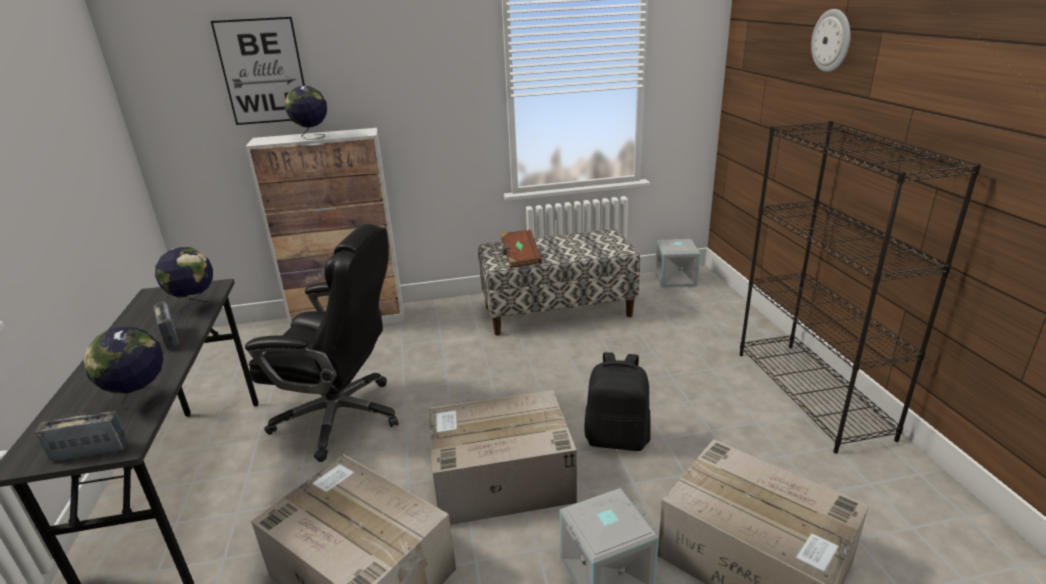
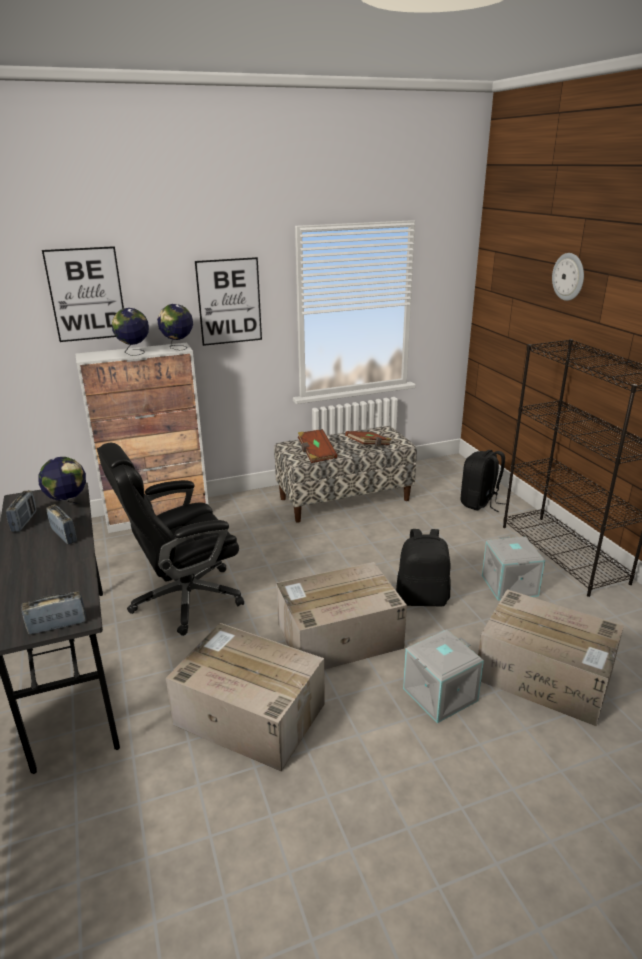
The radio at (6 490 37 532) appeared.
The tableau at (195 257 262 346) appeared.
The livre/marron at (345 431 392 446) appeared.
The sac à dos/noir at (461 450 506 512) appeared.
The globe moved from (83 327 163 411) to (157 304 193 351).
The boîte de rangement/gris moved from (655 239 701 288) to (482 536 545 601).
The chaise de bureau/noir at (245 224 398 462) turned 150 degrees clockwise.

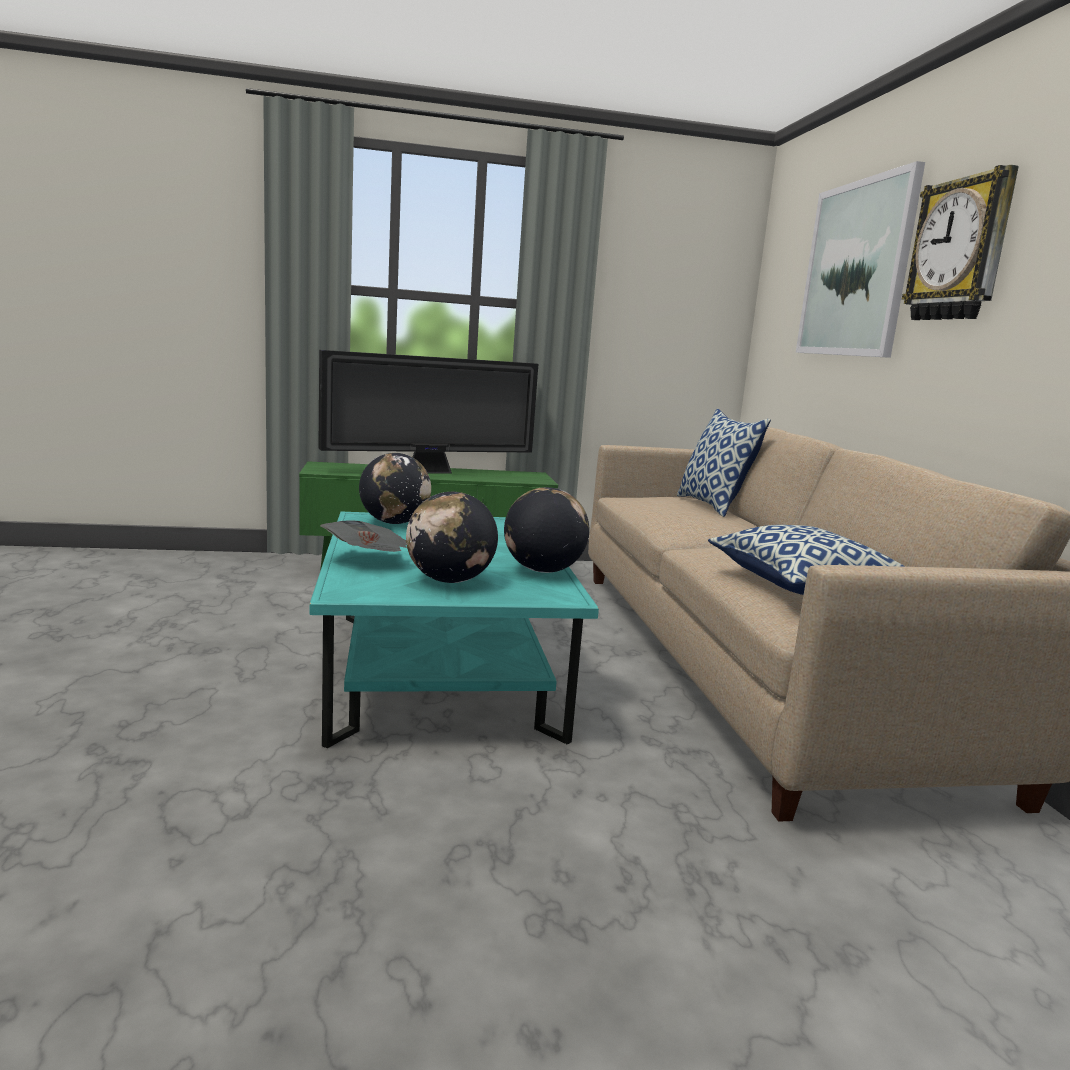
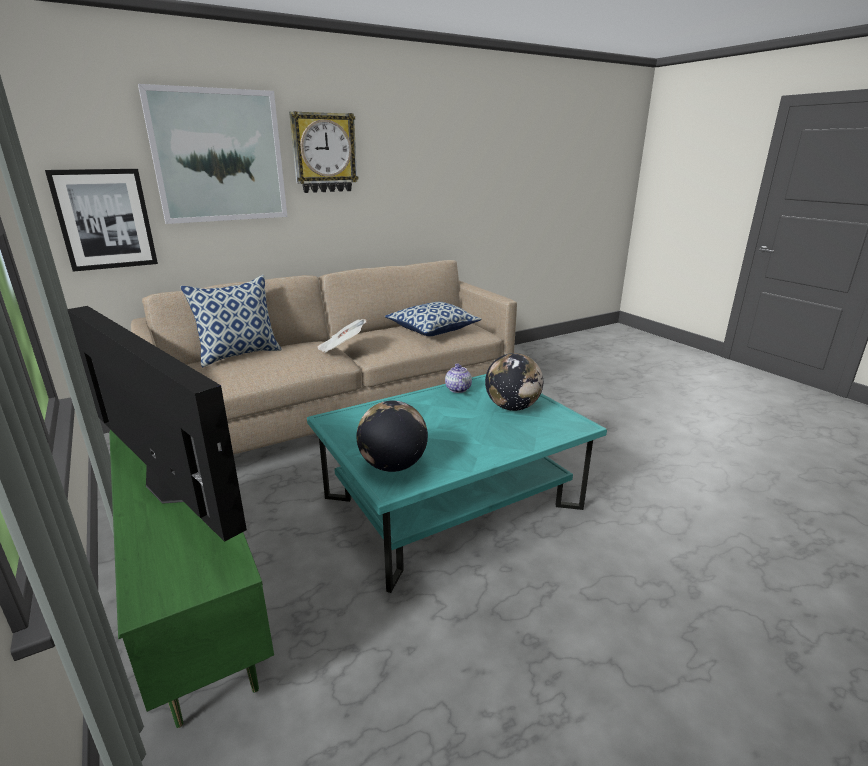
The tableau at (45 169 158 272) appeared.
The journal moved from (320 520 407 552) to (317 319 366 353).
The globe at (504 487 589 573) was replaced by the théière at (445 363 472 393).

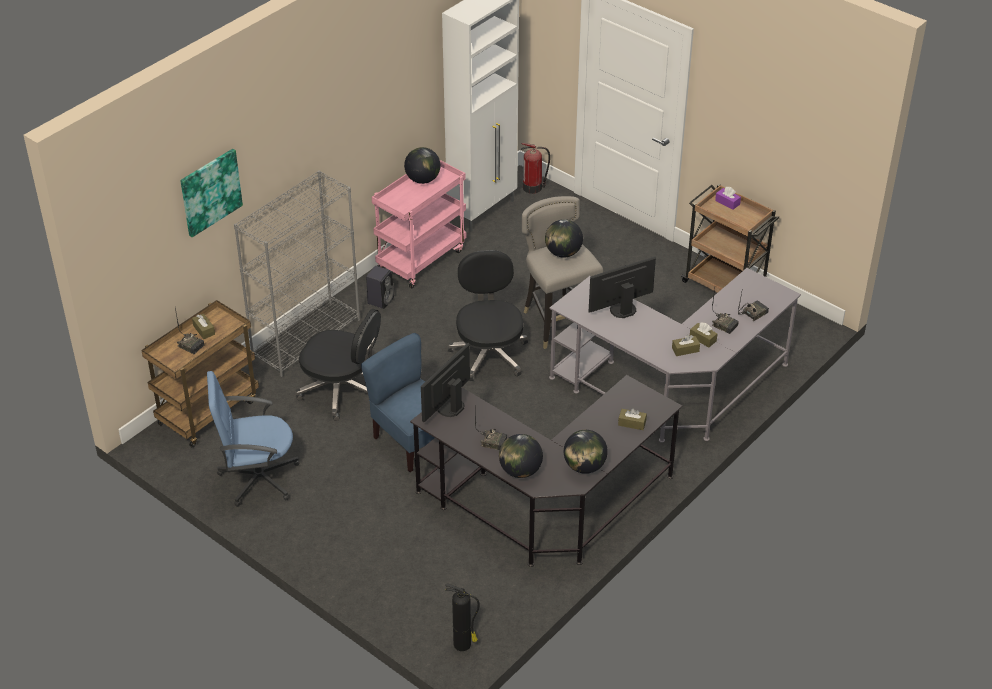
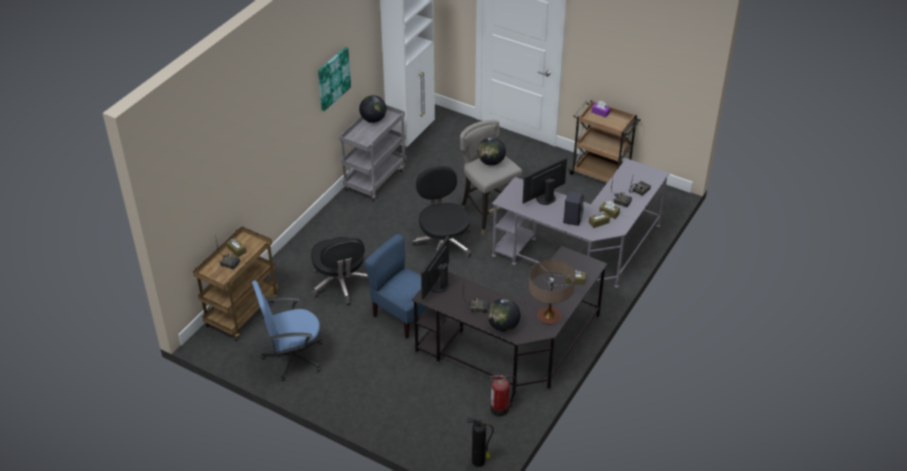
The bibliothèque/gris at (234 171 360 377) disappeared.
The tableau moved from (180 149 243 237) to (318 47 351 111).
The enceinte/noir moved from (366 266 394 309) to (563 191 584 226).
The extincteur moved from (521 143 550 194) to (489 375 517 416).
The globe at (564 430 608 474) was replaced by the lampe de table at (529 260 576 325).
The chariot/rose at (372 160 466 288) became the chariot/gris at (339 105 406 202).
The chaise de bureau/noir at (296 309 381 421) turned 60 degrees clockwise.

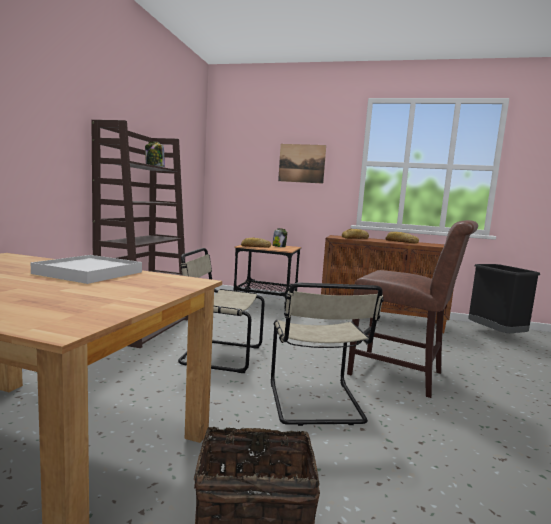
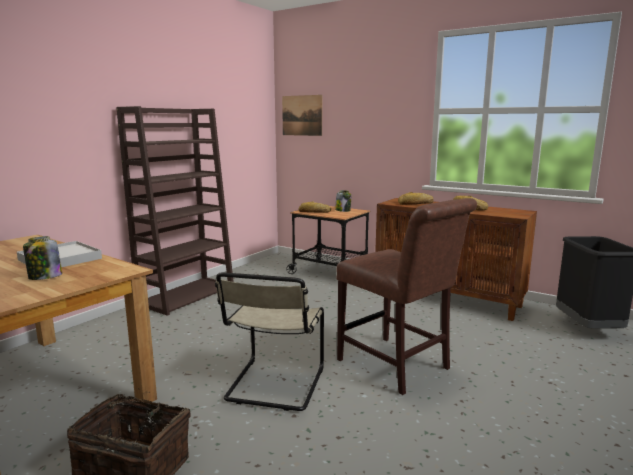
The chaise/beige at (178 248 265 373) disappeared.
The bocal moved from (145 142 165 167) to (23 236 62 280).
The tableau moved from (278 144 326 184) to (282 95 322 136).

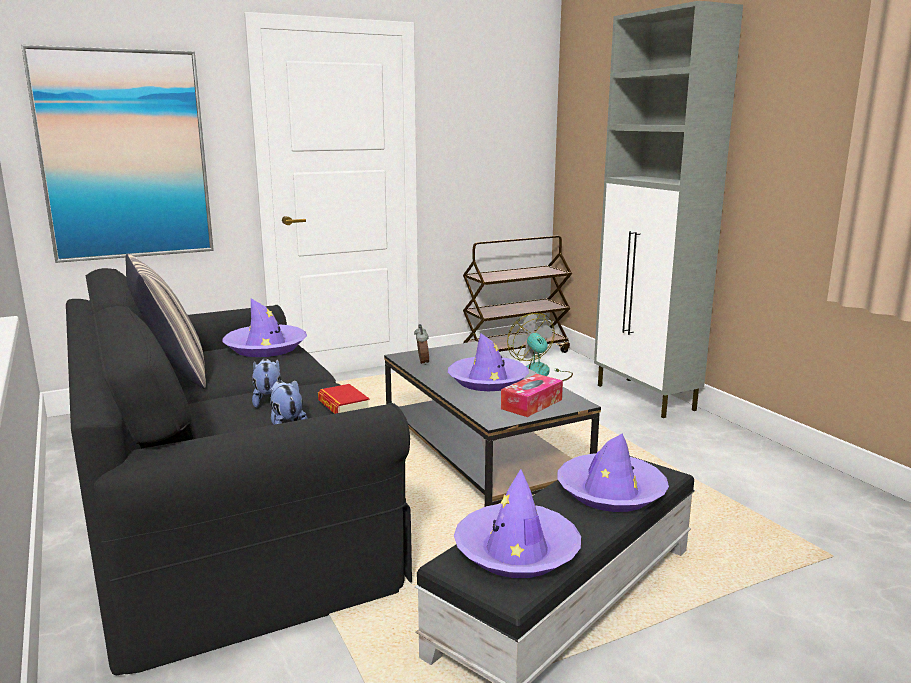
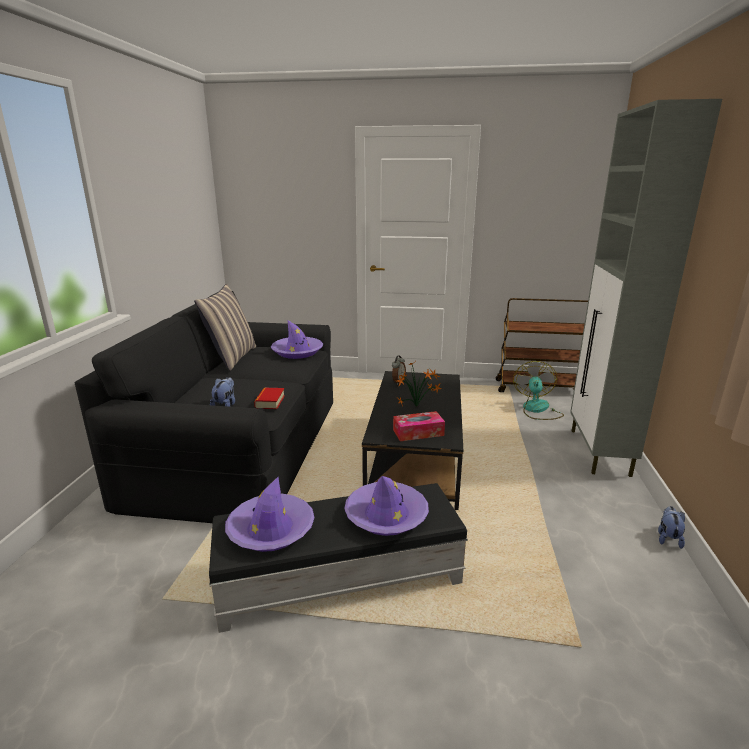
The tableau at (21 45 214 263) disappeared.
The peluche moved from (252 358 281 408) to (658 506 685 549).
The chapeau/violet at (448 333 529 391) was replaced by the plante en pot at (397 362 442 407).

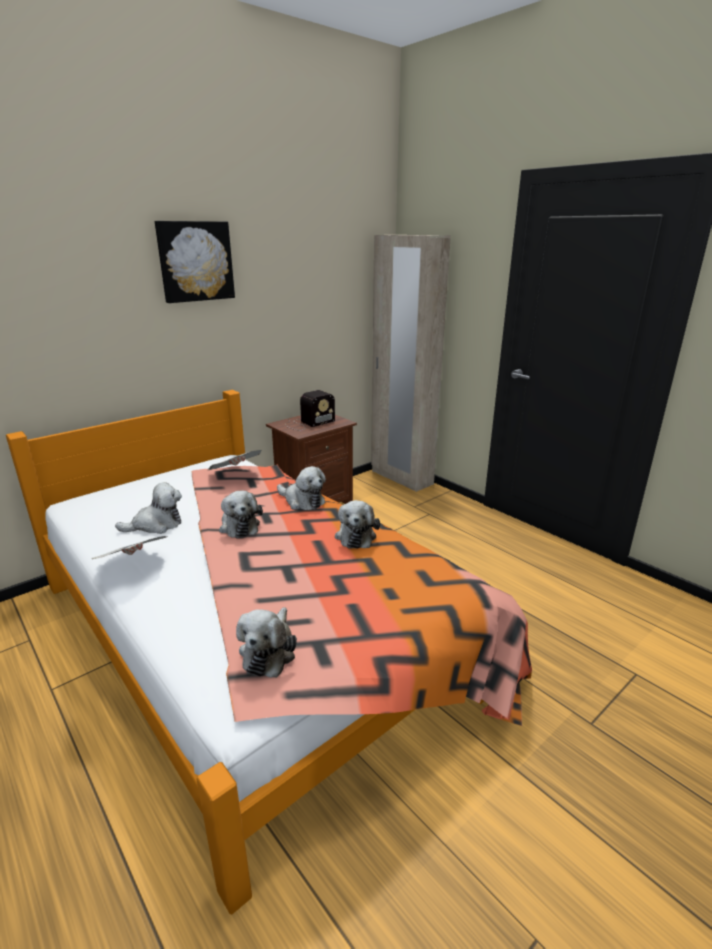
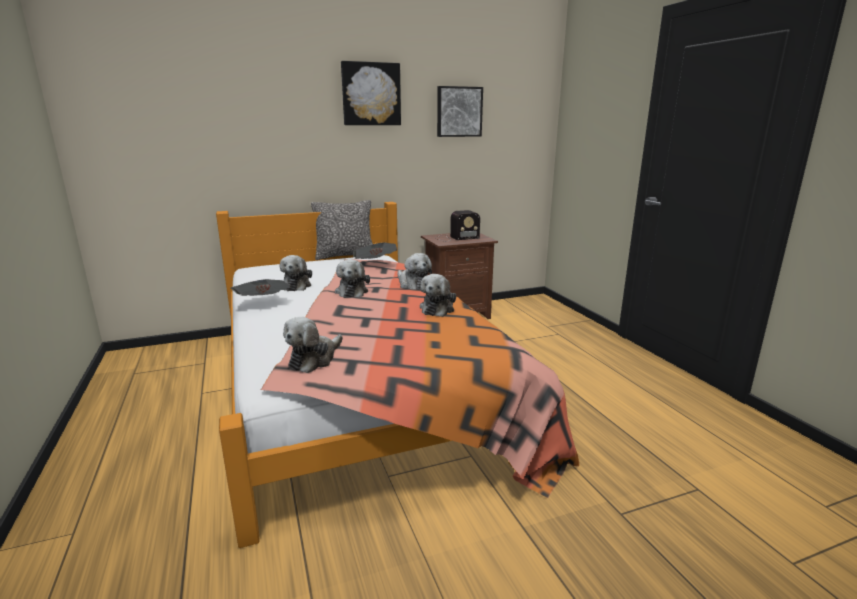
The armoire/beige at (371 235 451 492) disappeared.
The coussin at (311 200 373 260) appeared.
The tableau at (437 86 483 137) appeared.
The peluche at (115 482 182 534) turned 90 degrees clockwise.

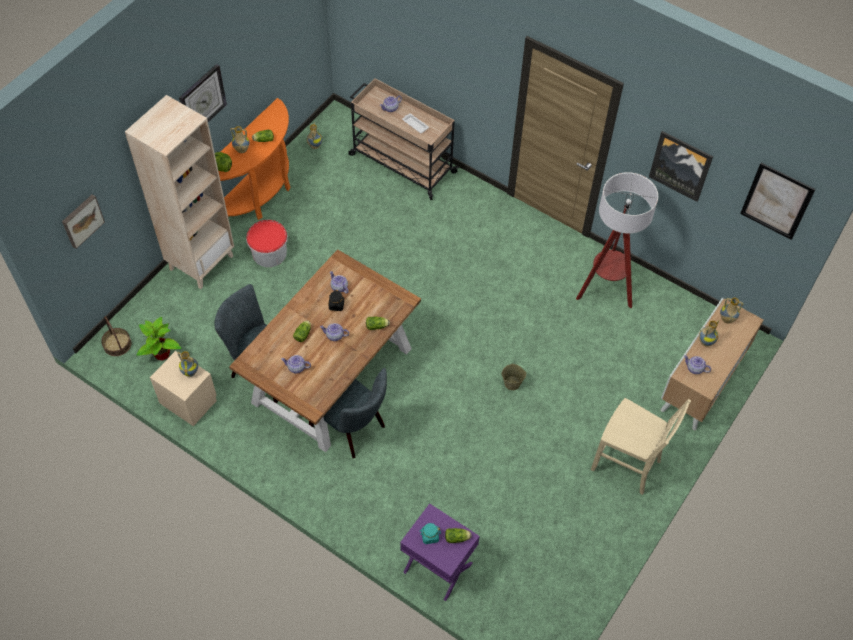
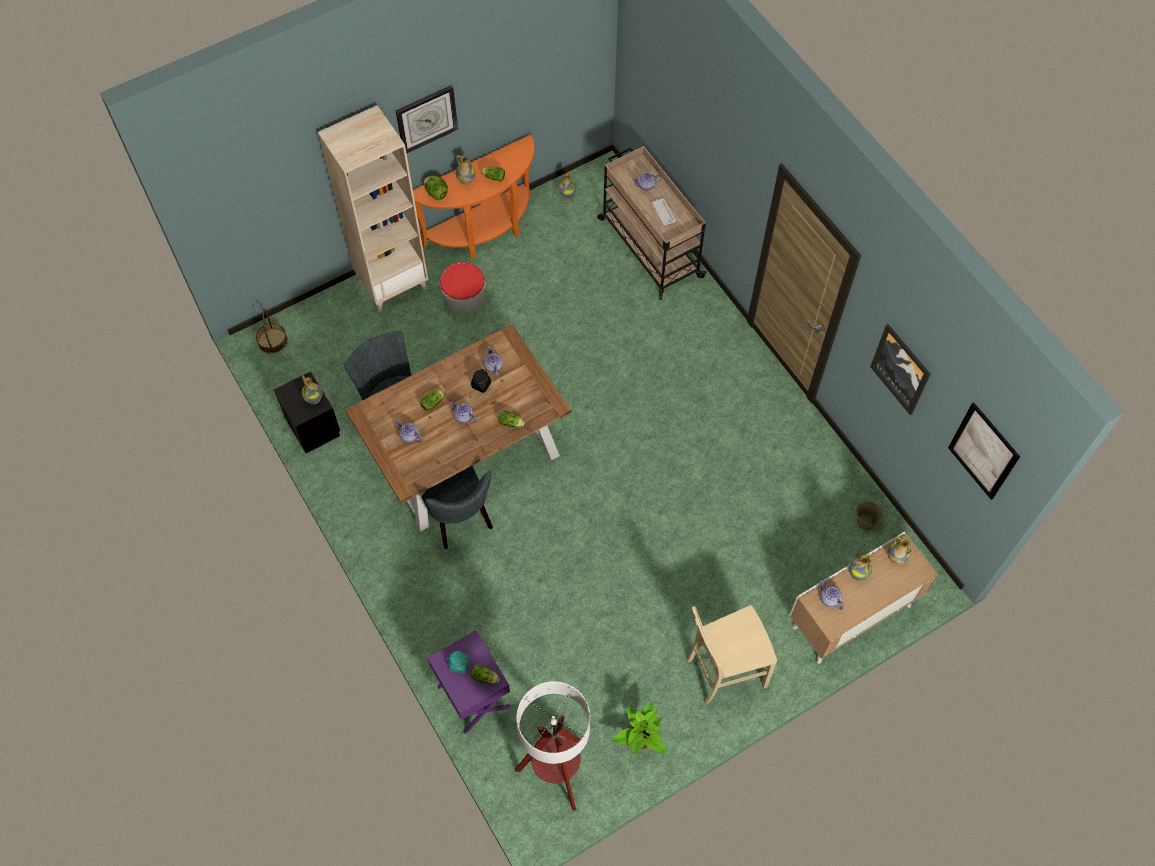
The tableau at (62 195 105 249) disappeared.
The plante en pot moved from (136 317 181 361) to (612 702 666 755).
The seau/beige moved from (502 363 526 390) to (856 501 884 530).
The lampadaire moved from (576 172 658 308) to (515 681 590 811).
The table de chevet/beige at (150 351 217 426) became the table de chevet/noir at (274 371 340 453).
The chaise/beige at (591 398 691 495) turned 105 degrees clockwise.

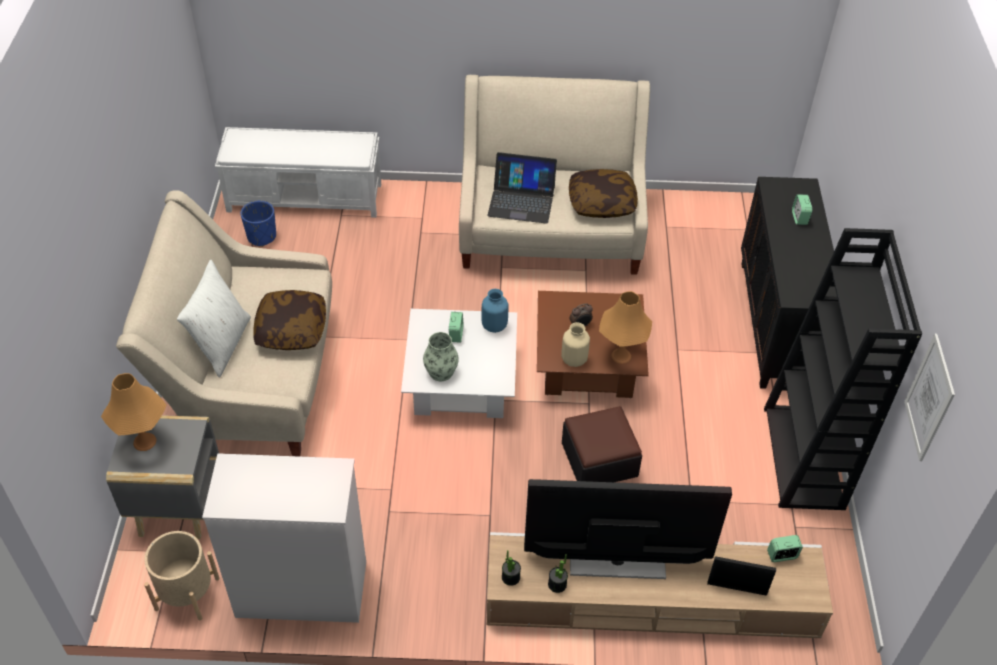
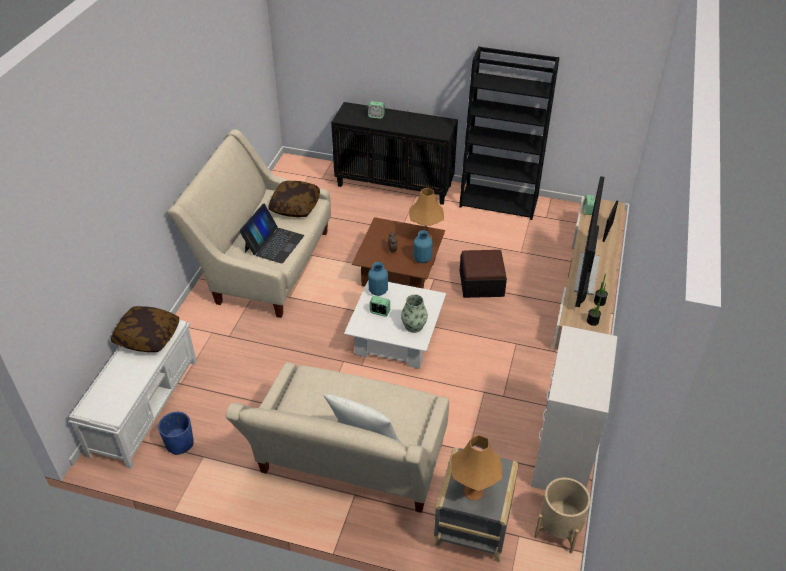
The tableau at (904 334 955 461) disappeared.
The coussin moved from (254 290 326 350) to (111 306 179 352).
The vase/beige at (561 322 590 367) became the vase/bleu at (413 230 433 263).

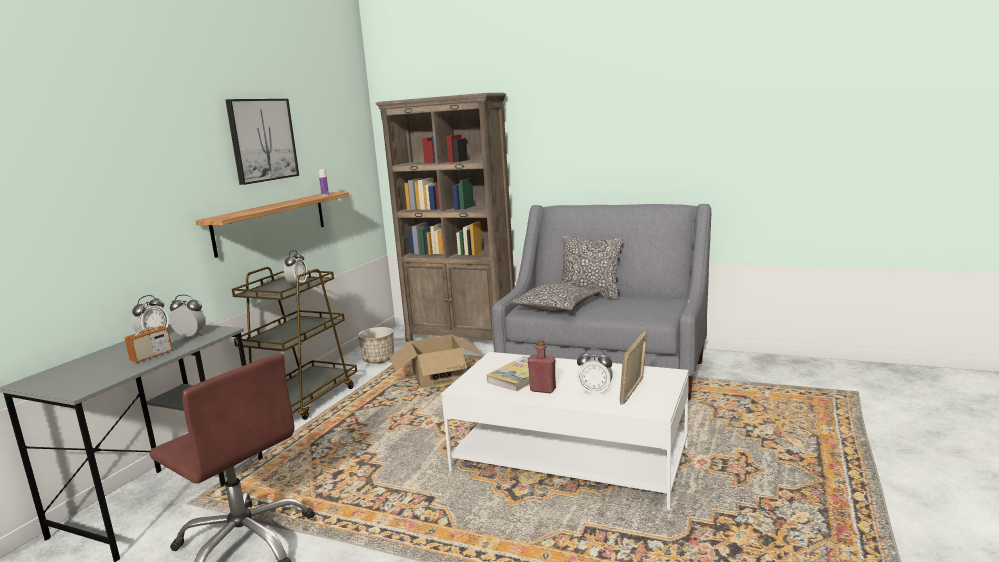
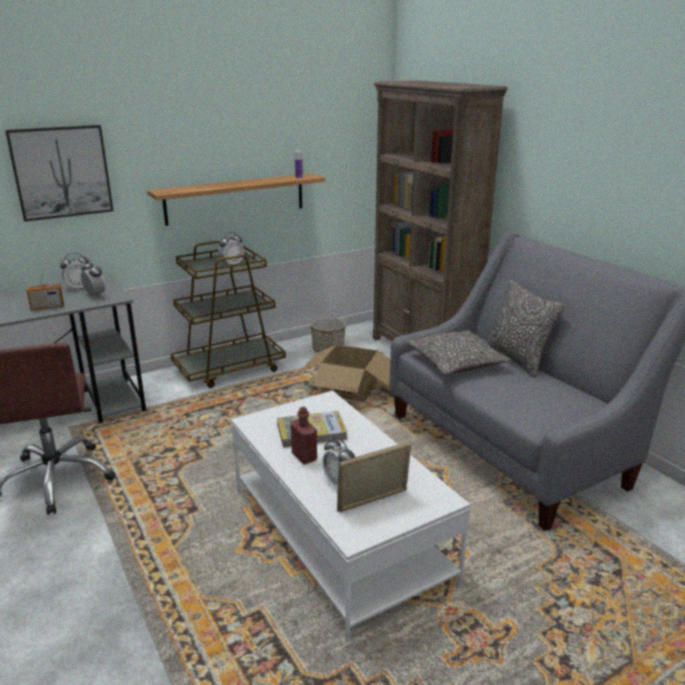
The tableau moved from (225 99 299 185) to (5 125 113 221).

